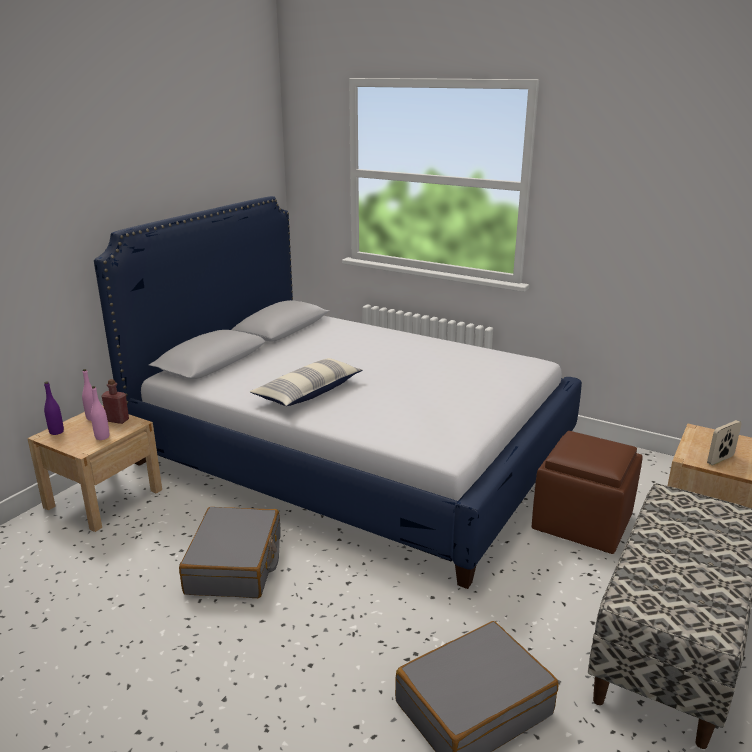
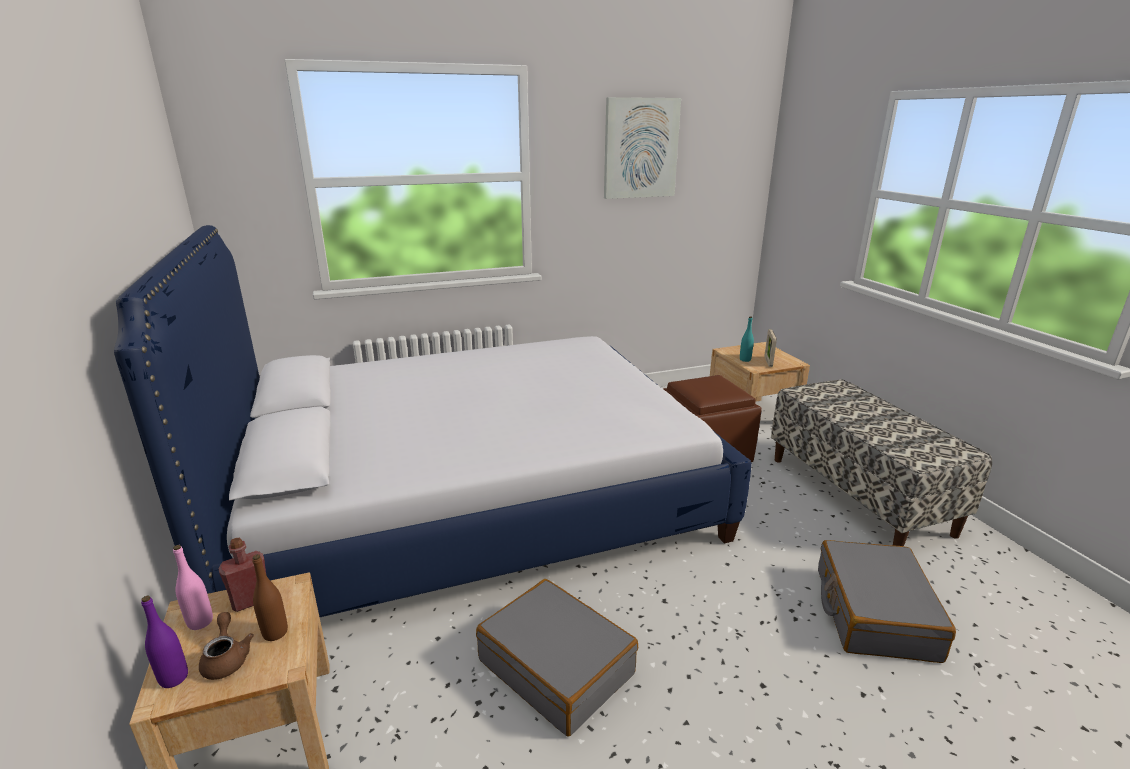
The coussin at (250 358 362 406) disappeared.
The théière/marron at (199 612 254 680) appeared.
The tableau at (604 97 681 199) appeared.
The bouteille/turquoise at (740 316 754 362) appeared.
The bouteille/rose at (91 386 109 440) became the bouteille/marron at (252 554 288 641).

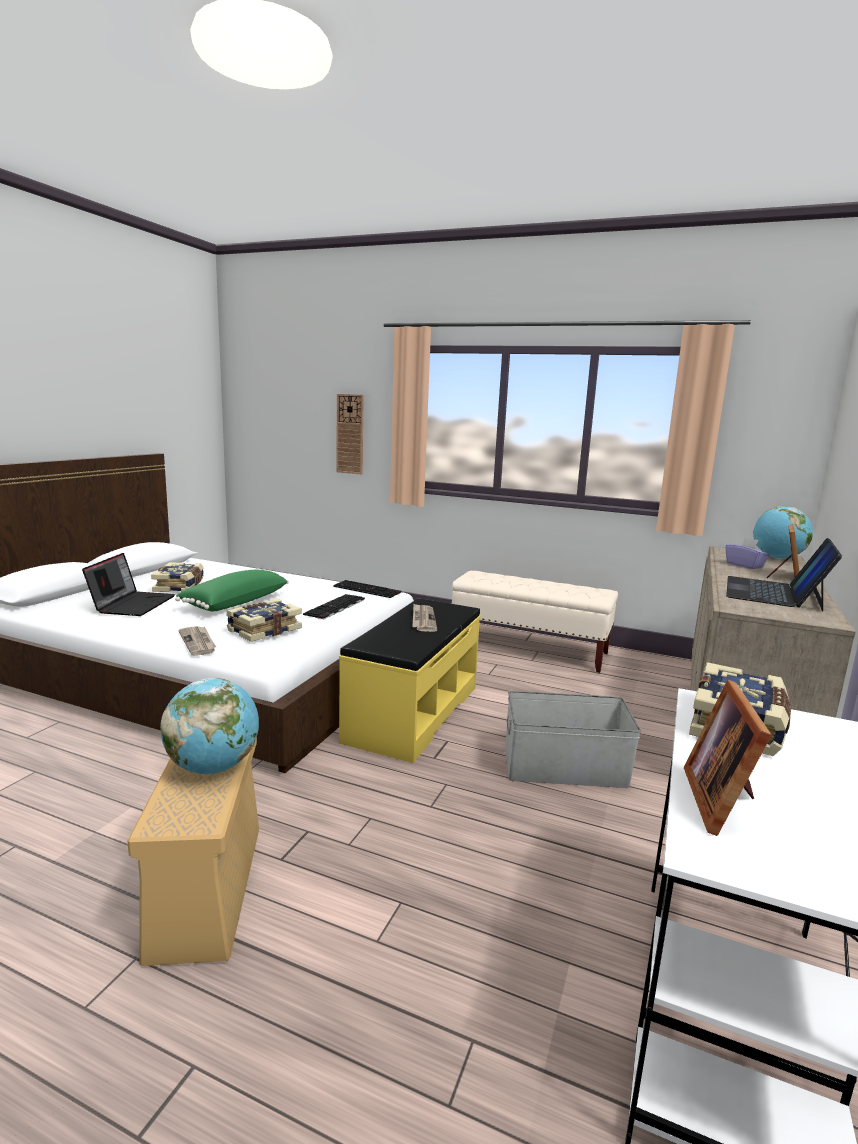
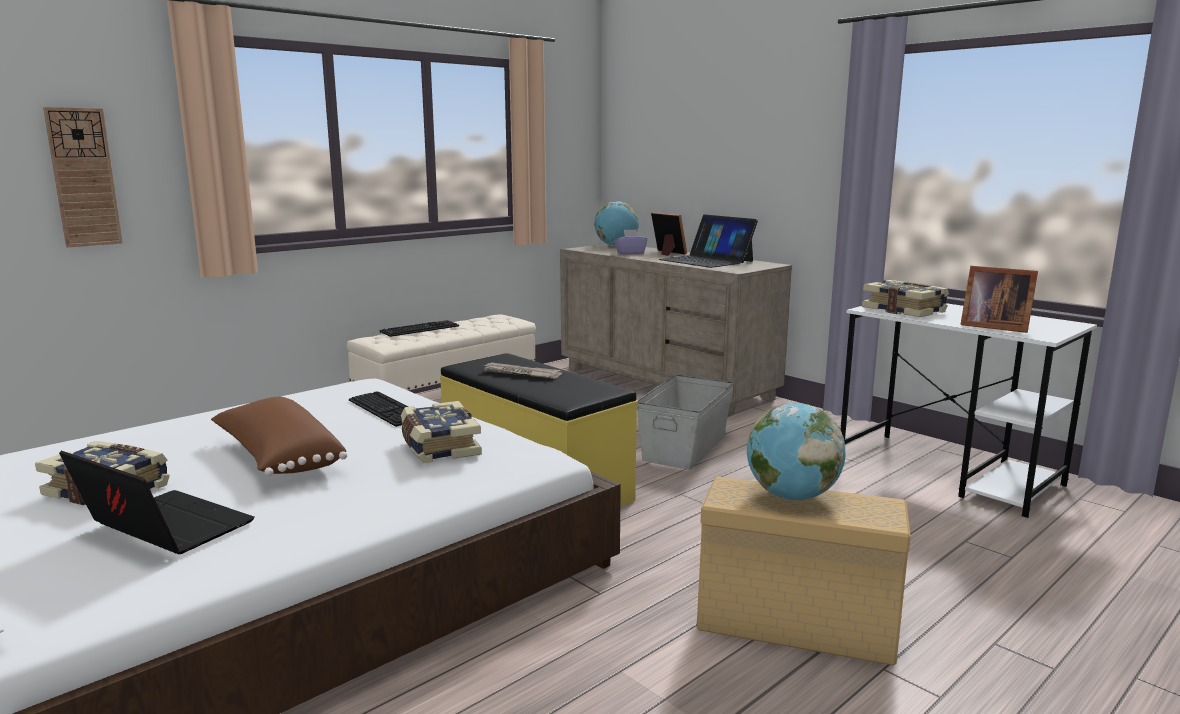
The journal at (178 626 216 656) disappeared.
The clavier moved from (333 580 402 598) to (379 320 459 337).
The coussin/vert at (175 570 289 612) became the coussin/marron at (211 397 347 476).

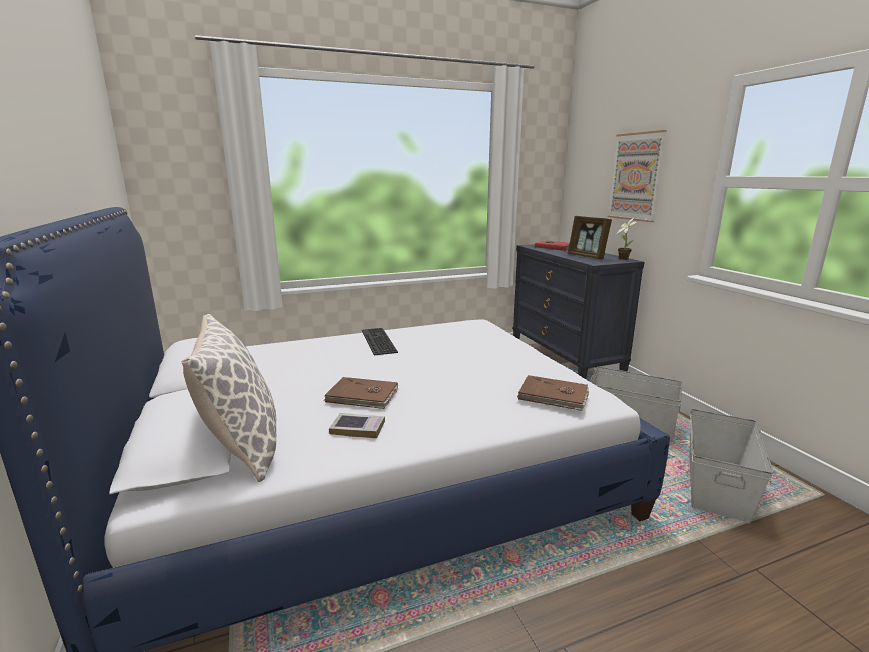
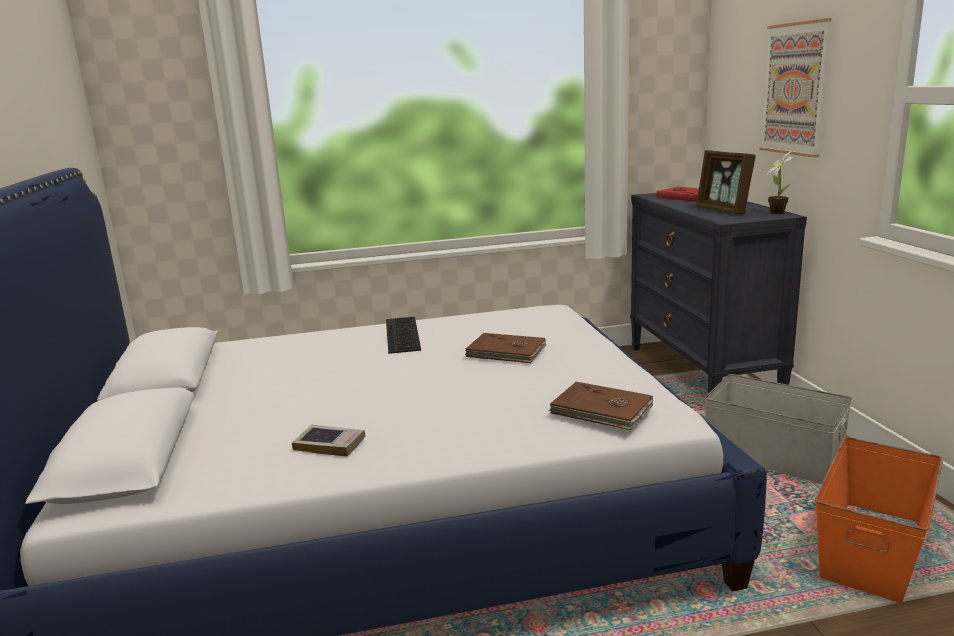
The coussin at (181 314 276 482) disappeared.
The livre/marron moved from (324 377 398 409) to (464 333 546 363).
The boîte de rangement/gris at (690 409 773 524) became the boîte de rangement/orange at (815 437 943 605).

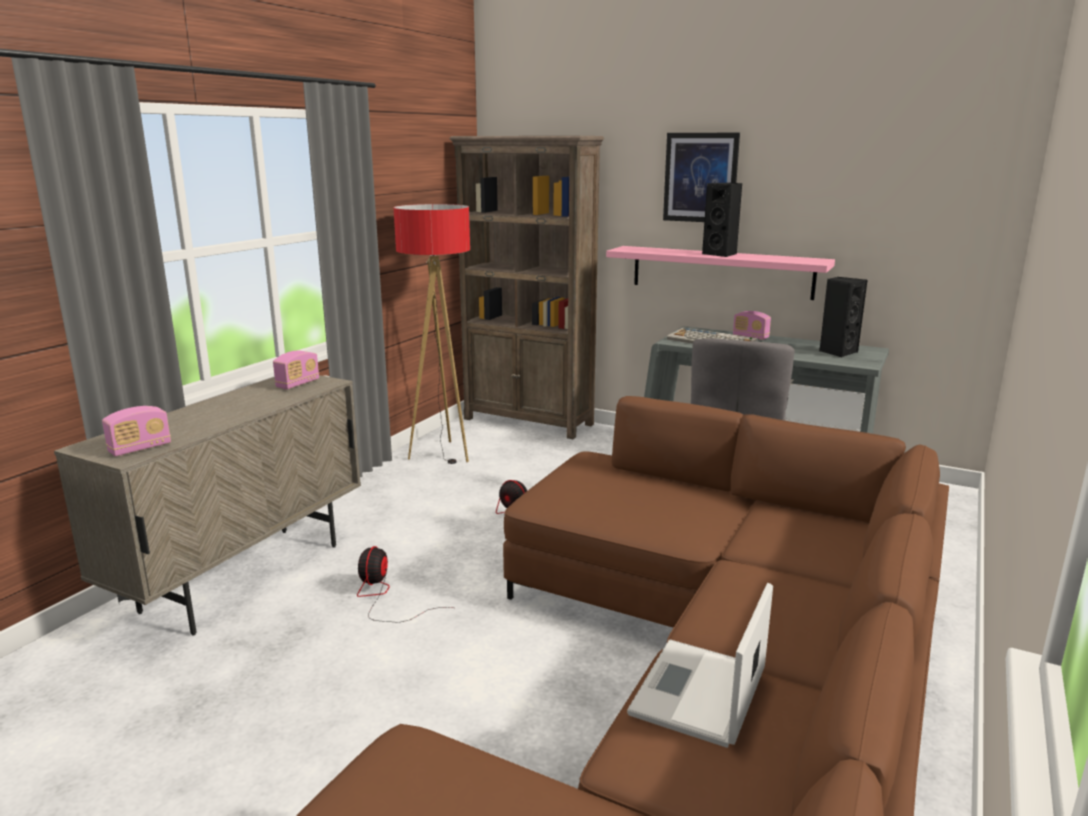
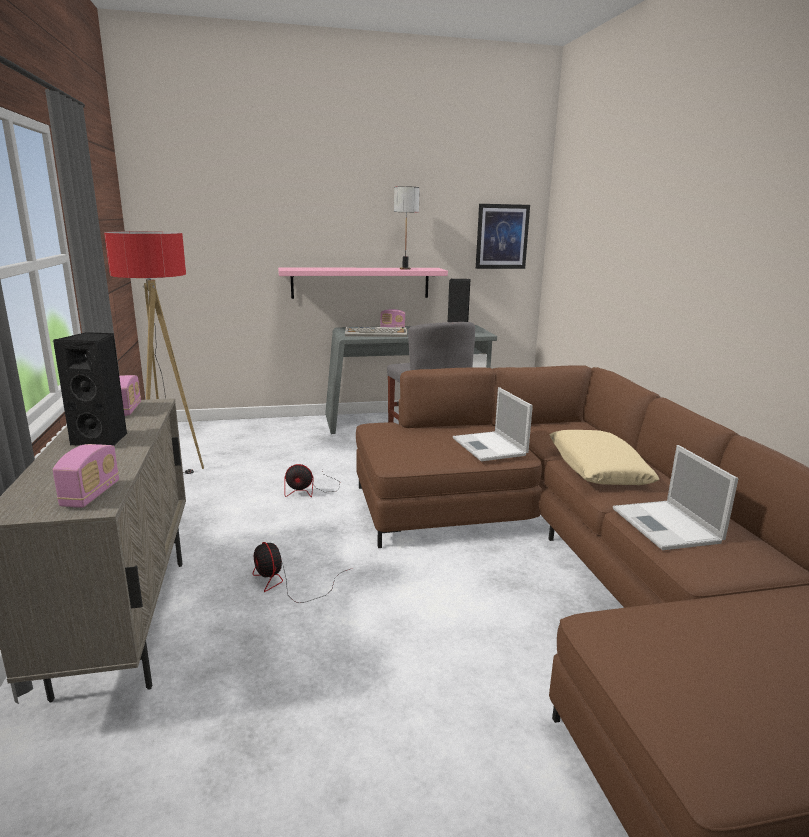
The bibliothèque/marron at (449 136 604 439) disappeared.
The lampe de table at (394 186 420 270) appeared.
The ordinateur portable at (453 387 533 461) appeared.
The coussin/beige at (550 430 659 485) appeared.
The tableau moved from (663 133 740 222) to (476 204 530 269).
The enceinte/noir moved from (702 183 742 257) to (53 332 127 446).

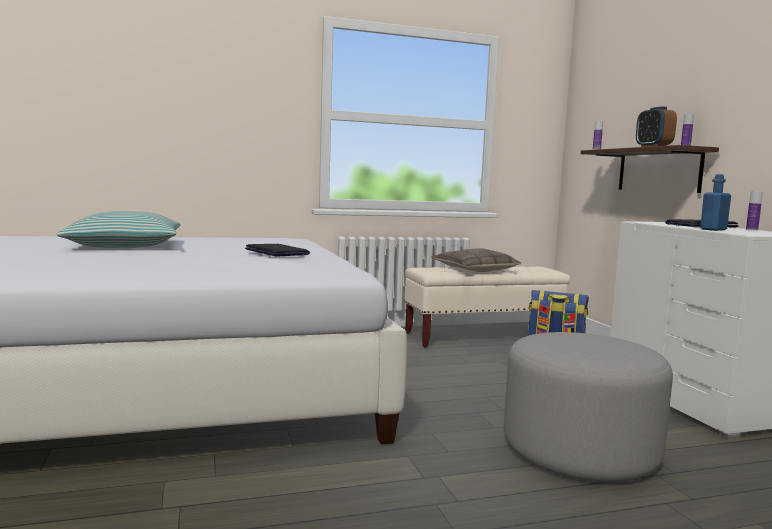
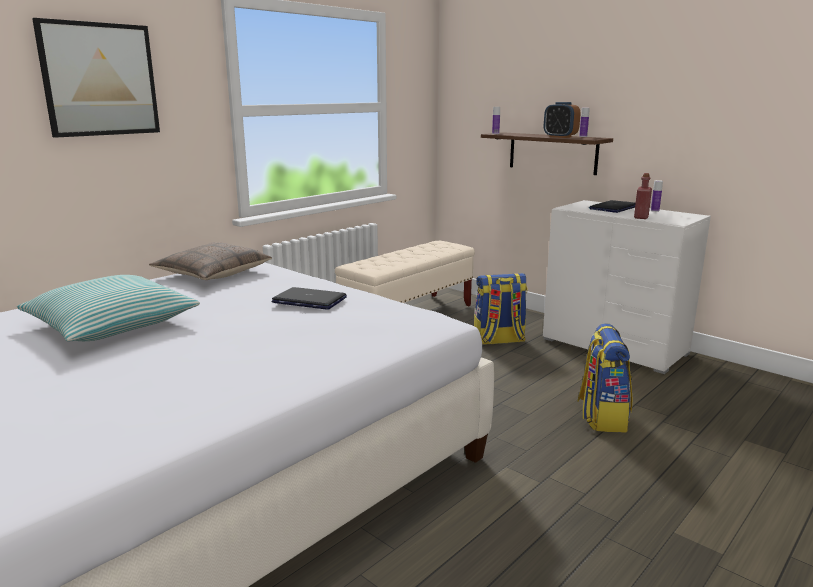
The tableau at (32 18 160 138) appeared.
The coussin moved from (431 248 521 272) to (149 242 272 280).
The pouf/gris at (504 332 673 482) was replaced by the sac à dos at (578 323 632 432).
The bouteille/bleu at (700 174 731 231) became the bouteille/rouge at (634 173 652 219).

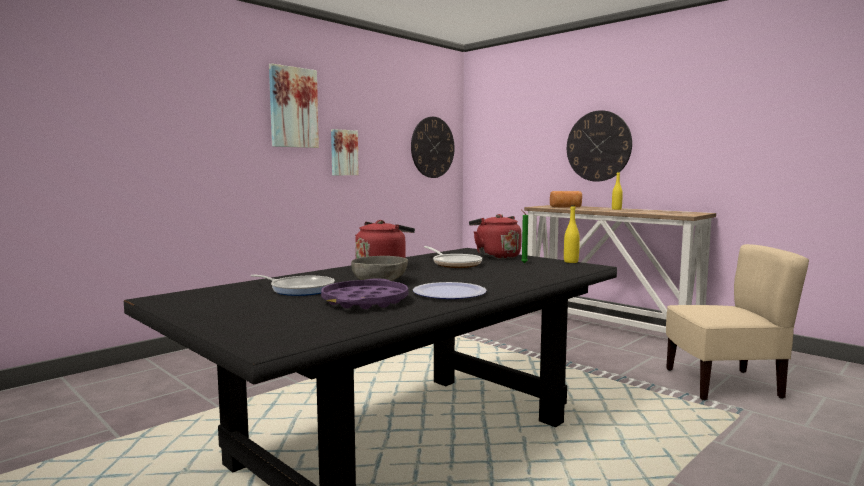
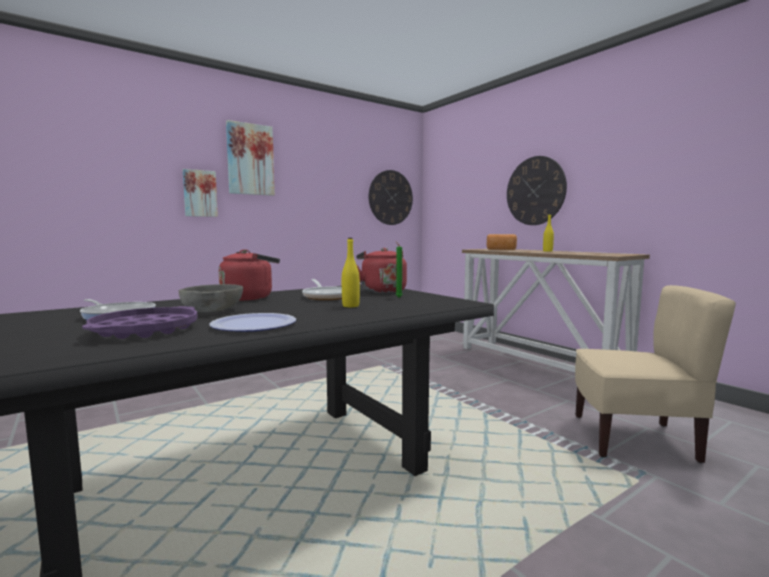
The tableau moved from (331 129 359 175) to (183 169 218 217).
The bouteille/jaune moved from (564 205 580 263) to (342 238 360 307).

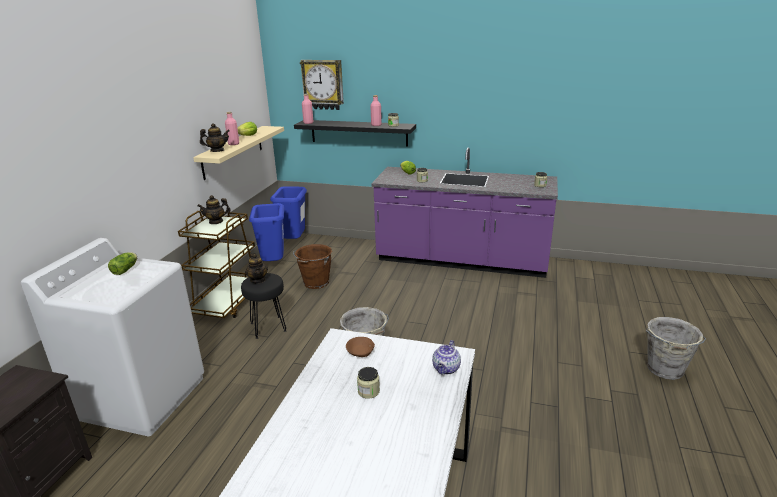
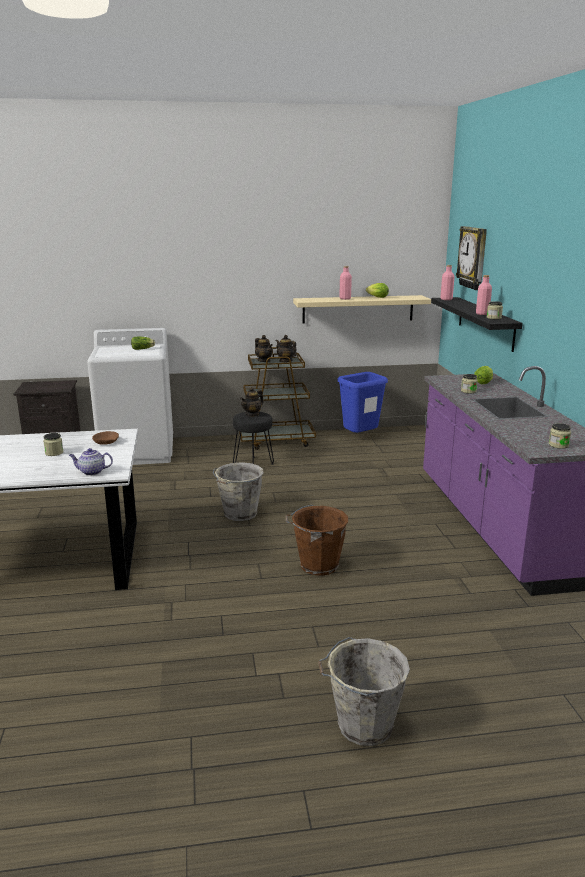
The poubelle/bleu at (270 186 307 239) disappeared.
The théière moved from (200 123 229 152) to (255 335 273 362).
The seau/marron moved from (293 244 332 289) to (286 505 348 576).

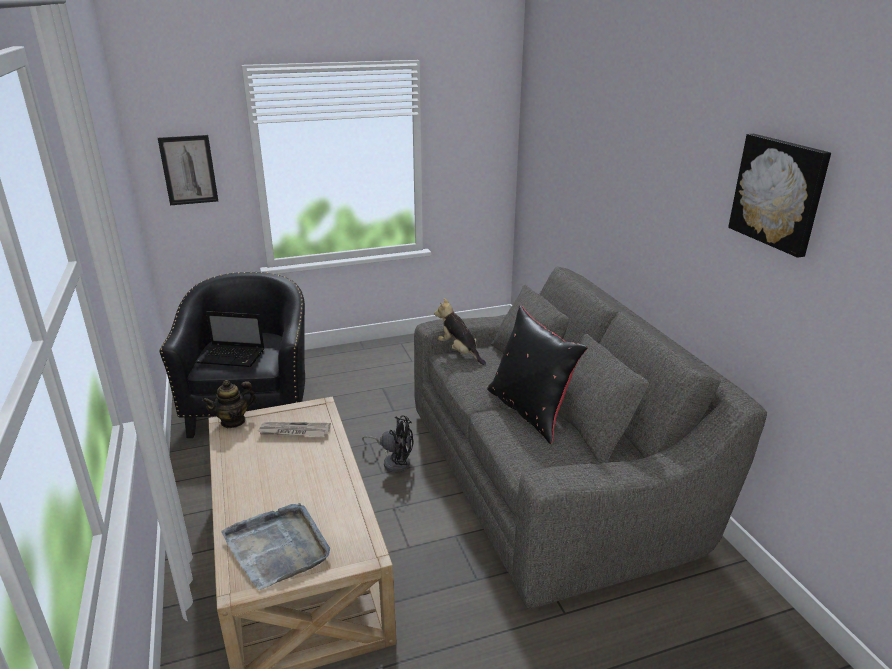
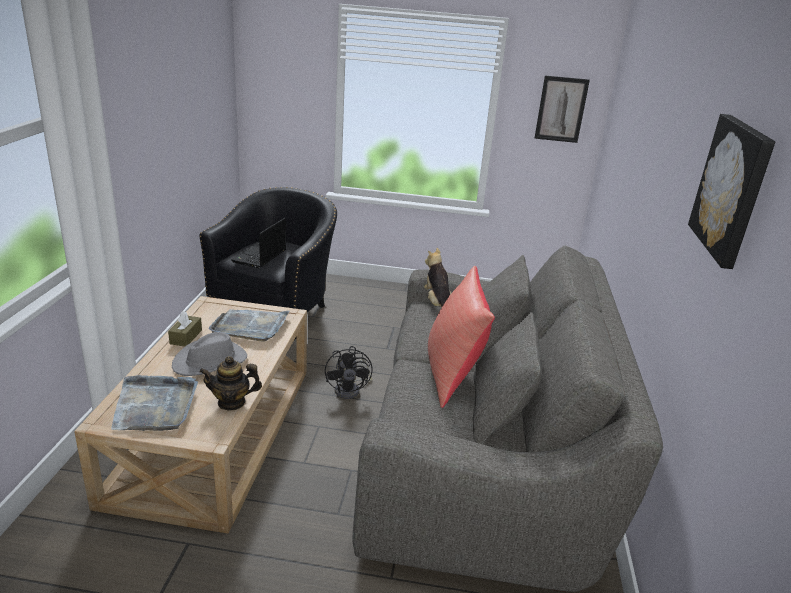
The boîte à mouchoirs/marron at (168 311 202 347) appeared.
The chapeau/gris at (172 332 247 376) appeared.
The tableau moved from (158 135 218 205) to (535 76 590 143).
The théière moved from (202 380 257 428) to (199 356 262 411).
The journal at (258 422 331 436) was replaced by the plateau/gris at (208 309 290 342).
The coussin/noir at (487 306 588 444) became the coussin/rouge at (428 266 495 408).
The ordinateur portable at (195 311 264 367) turned 75 degrees clockwise.
The ventilateur/noir at (362 415 413 473) turned 45 degrees clockwise.

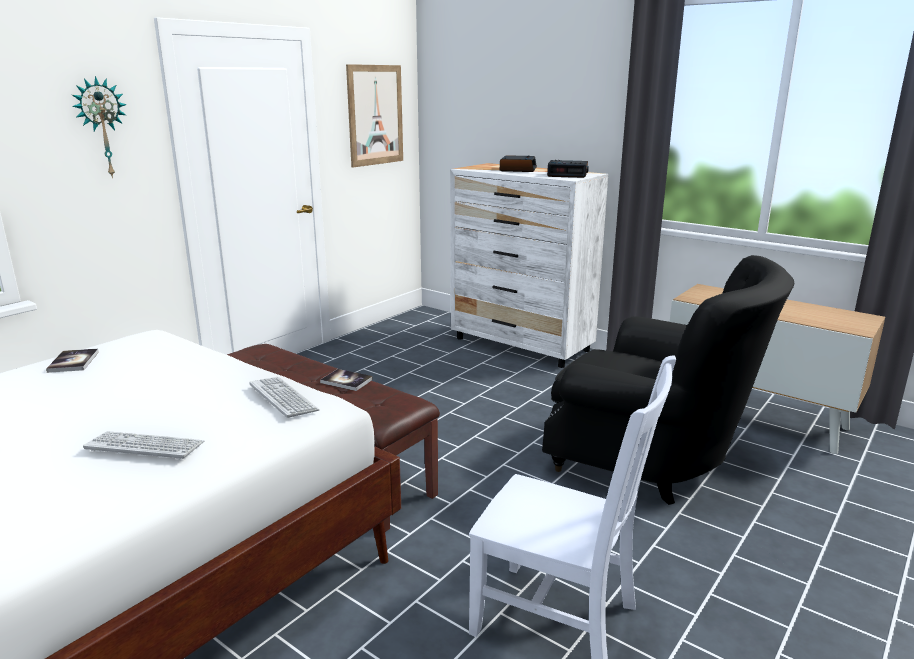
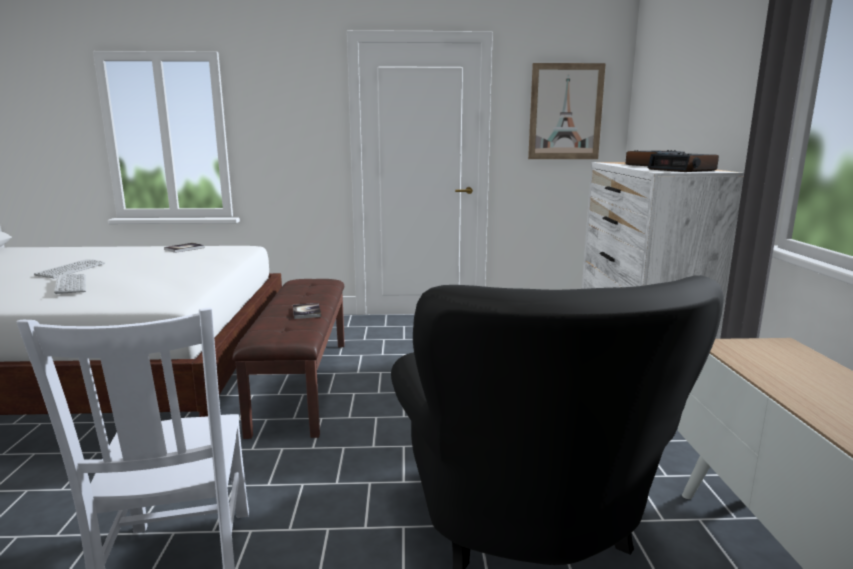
The horloge murale at (72 76 127 178) disappeared.
The clavier moved from (249 377 320 418) to (34 259 105 278).

